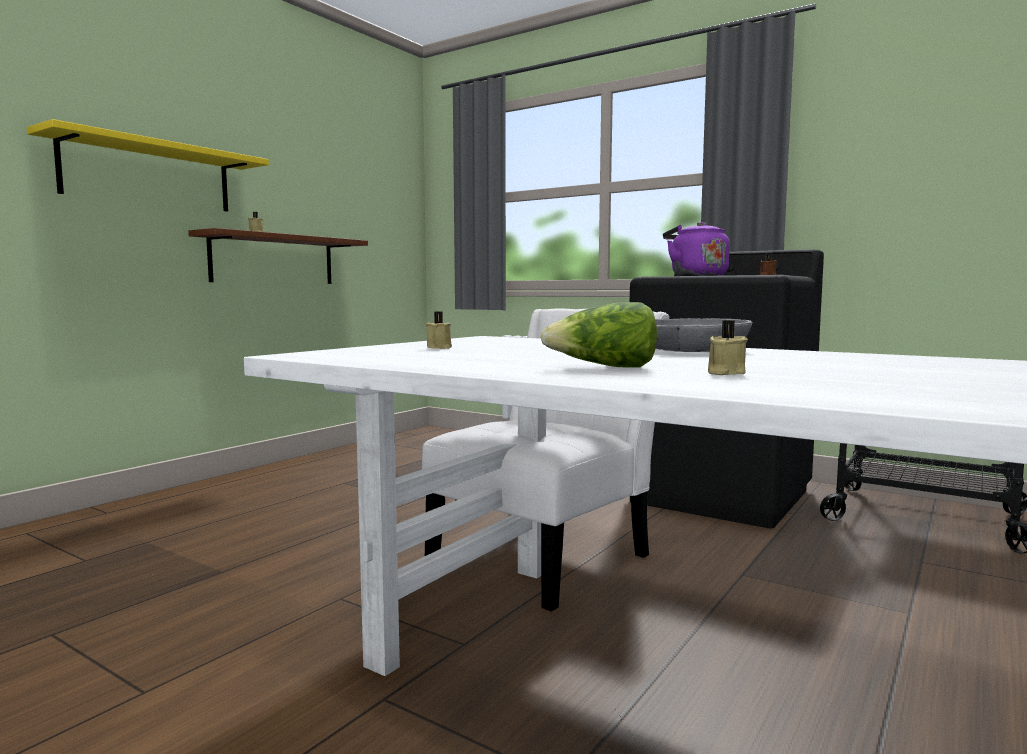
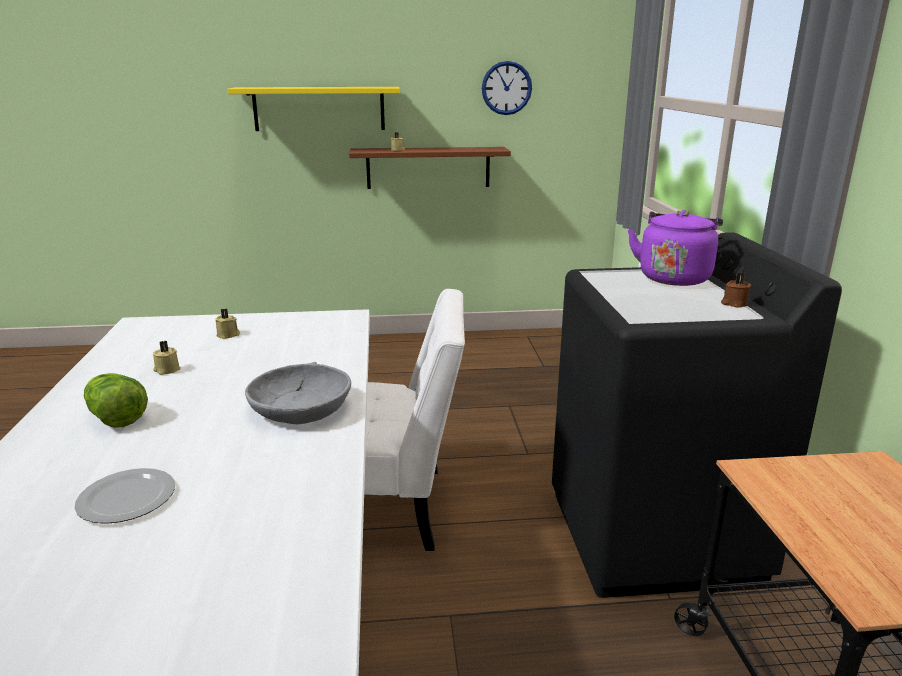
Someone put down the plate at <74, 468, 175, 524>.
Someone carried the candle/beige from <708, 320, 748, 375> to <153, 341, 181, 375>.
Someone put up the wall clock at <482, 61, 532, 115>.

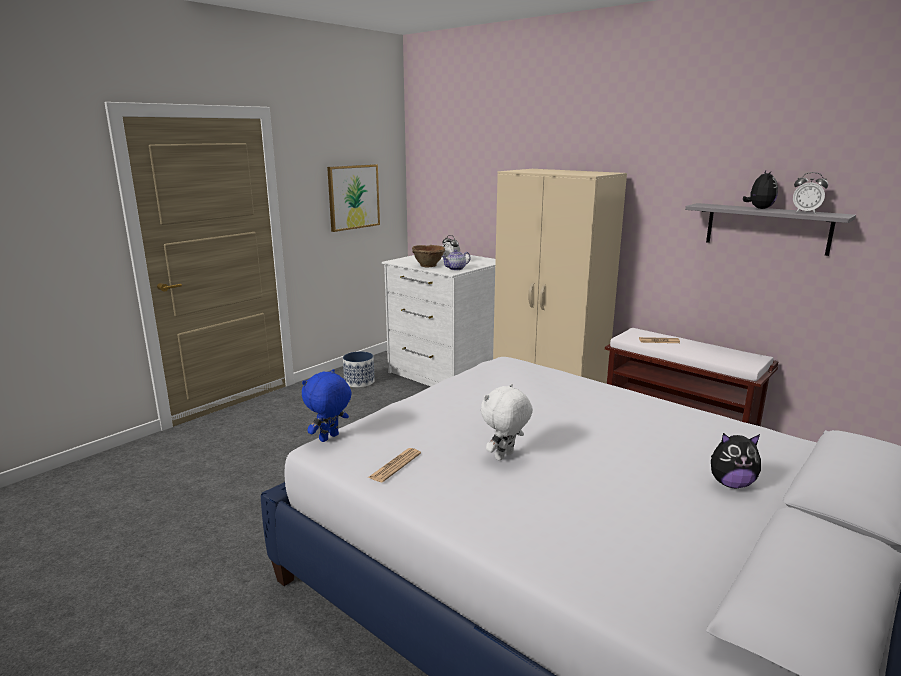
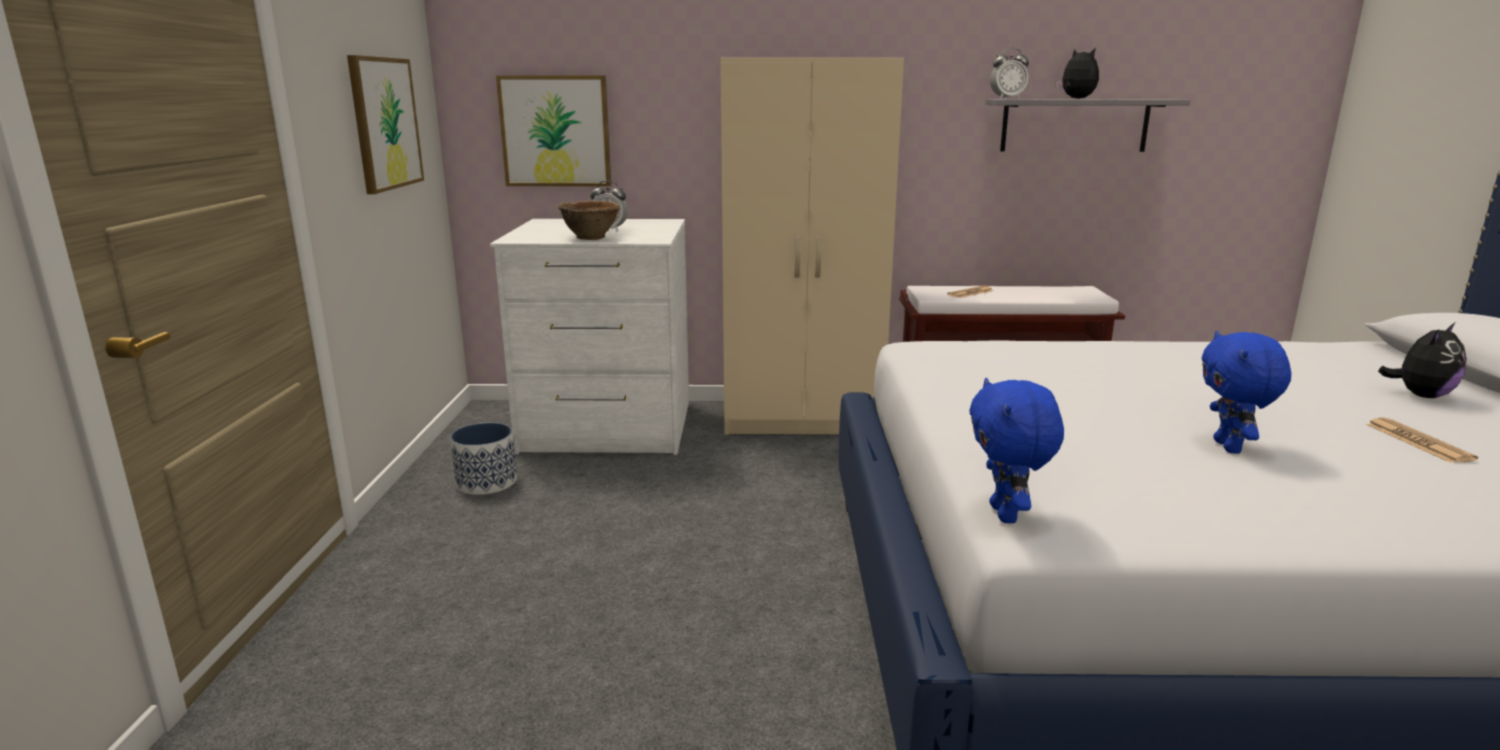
Someone put up the picture at <496, 76, 611, 186>.
Someone carried the alarm clock from <793, 172, 828, 214> to <990, 48, 1029, 99>.
Someone repainted the plush toy/white at <481, 384, 533, 461>, which became the plush toy/blue at <1201, 331, 1291, 454>.
Someone carried the newspaper from <368, 448, 421, 482> to <1366, 417, 1478, 463>.
Someone took away the teapot at <441, 249, 471, 270>.

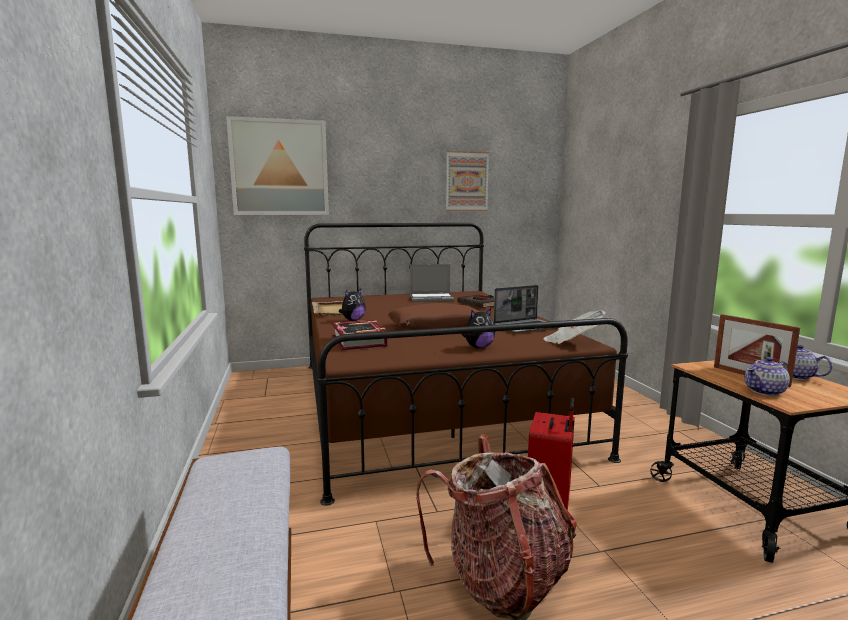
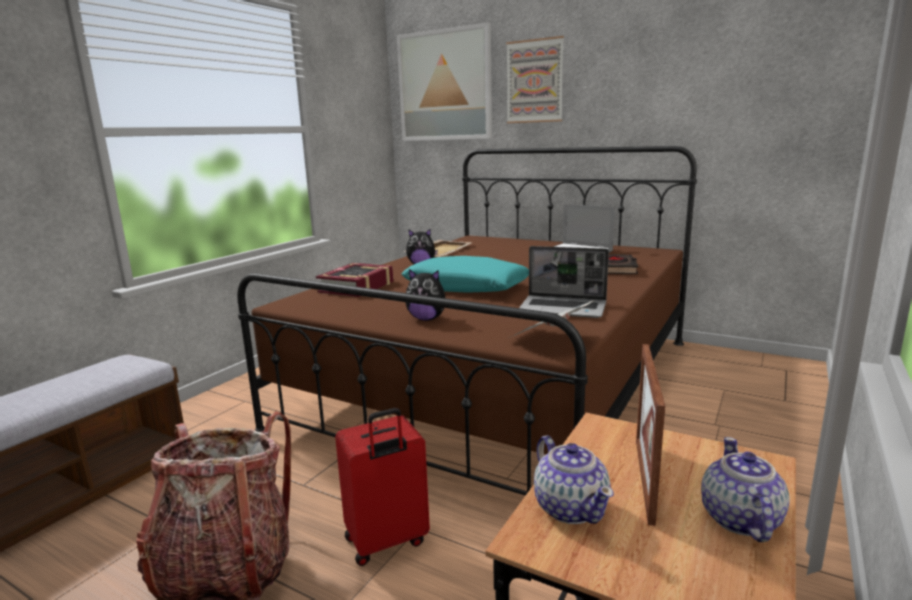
Someone repainted the pillow/brown at <388, 303, 480, 330>, which became the pillow/turquoise at <401, 256, 529, 293>.
Someone carried the picture from <446, 151, 489, 211> to <506, 36, 564, 123>.
Someone rotated the teapot at <745, 357, 790, 396> by 135 degrees counterclockwise.

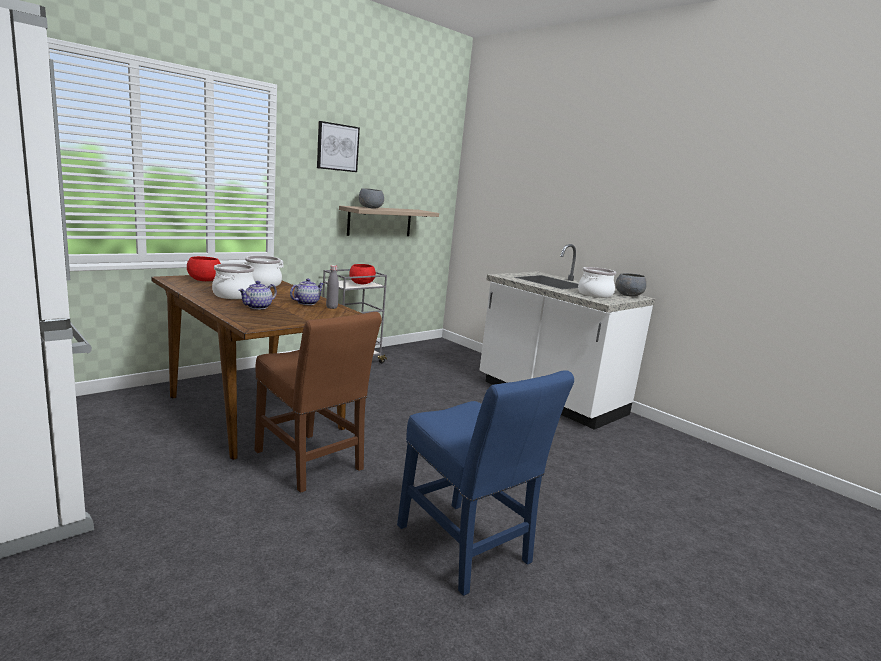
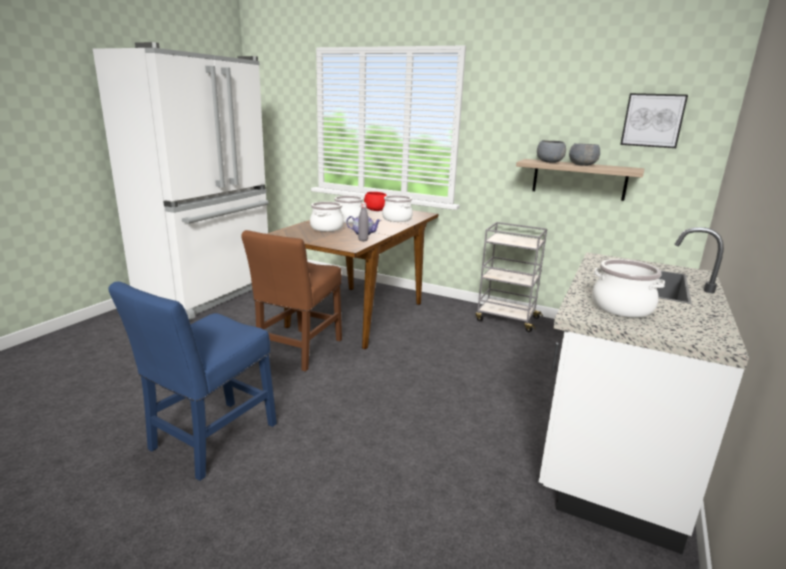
Someone swapped the teapot at <238, 281, 277, 309> for the cooking pot at <310, 202, 344, 231>.
Someone carried the bowl/grey from <615, 273, 647, 296> to <569, 143, 600, 166>.
Someone carried the picture from <317, 121, 360, 172> to <620, 93, 688, 148>.
Someone took away the bowl/red at <349, 264, 376, 284>.

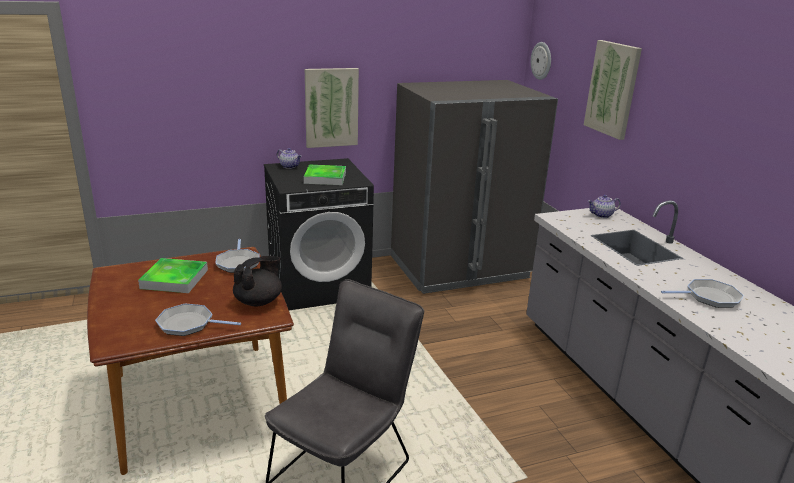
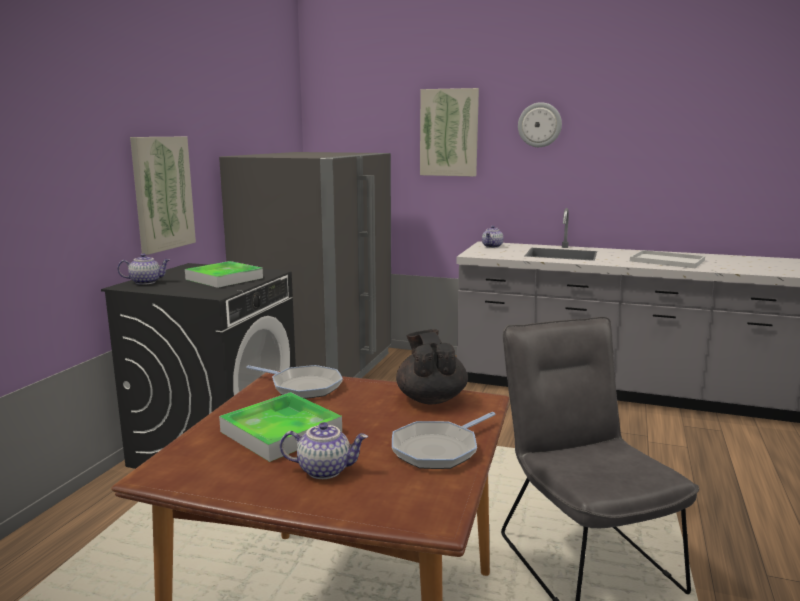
Someone put down the teapot at <280, 422, 368, 479>.
Someone carried the wall clock from <531, 42, 551, 80> to <518, 102, 562, 147>.
Someone swapped the frying pan at <661, 279, 744, 308> for the tray/white at <630, 250, 705, 268>.

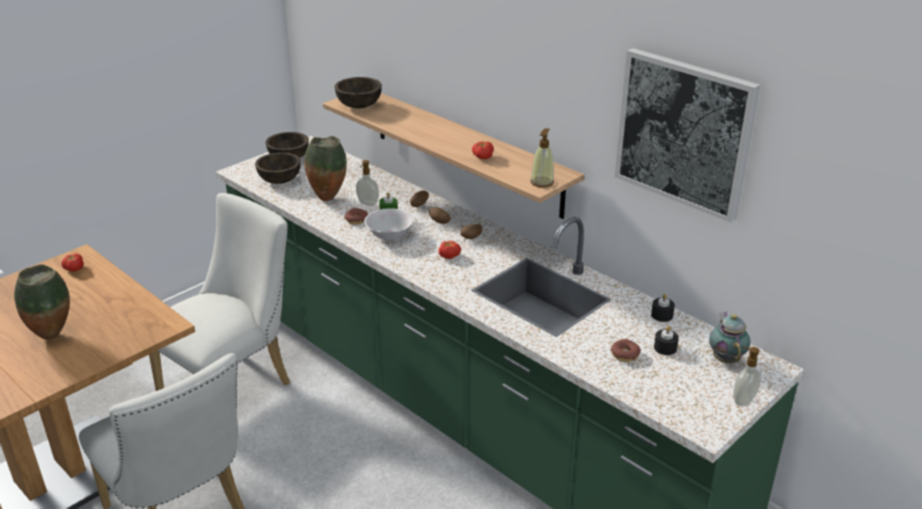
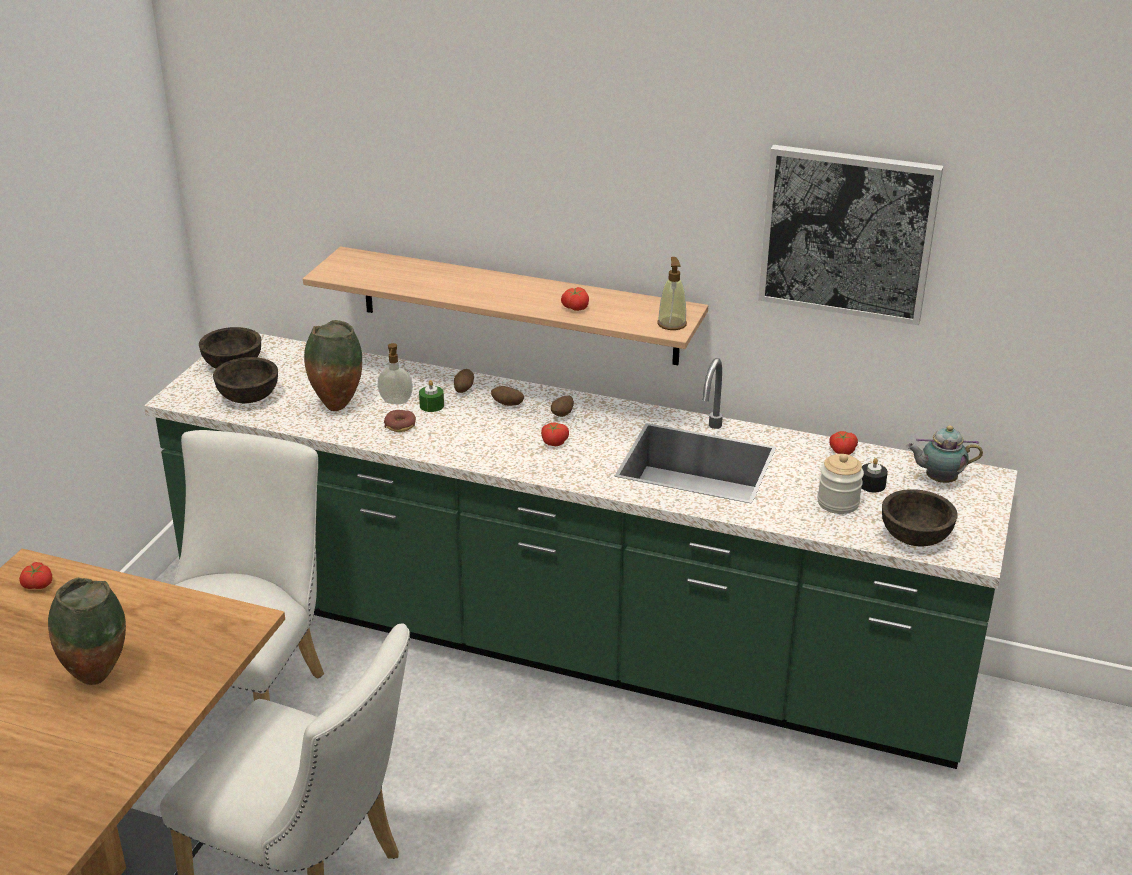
Someone swapped the donut at <610, 339, 641, 362> for the jar at <817, 454, 864, 514>.
Someone swapped the candle/black at <651, 294, 675, 322> for the tomato at <829, 431, 858, 455>.
Someone carried the bowl/brown from <334, 77, 382, 108> to <882, 489, 958, 546>.
Someone rotated the teapot at <709, 312, 750, 364> by 60 degrees counterclockwise.
Someone took away the bowl/white at <364, 208, 414, 241>.
Someone took away the soap dispenser at <733, 346, 761, 406>.

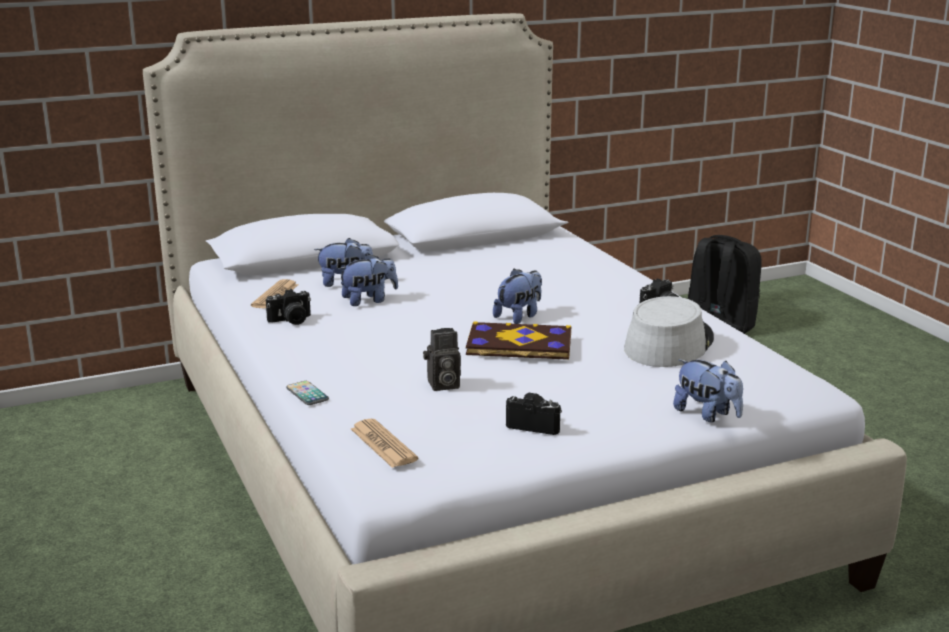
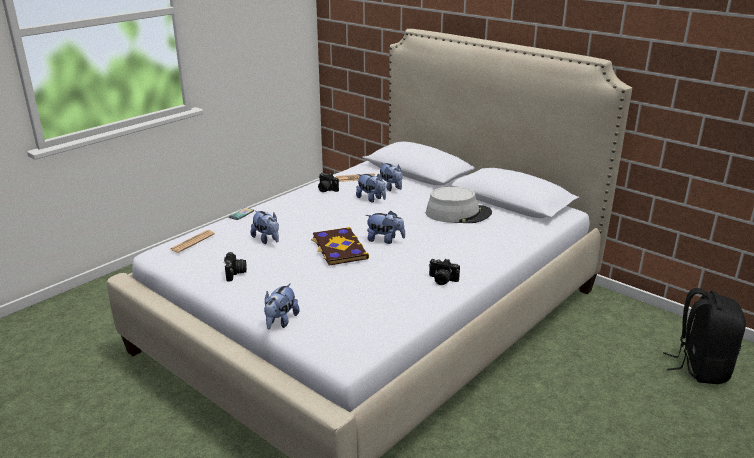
Someone swapped the photo camera at <423, 328, 461, 391> for the plush toy at <251, 210, 279, 244>.
Someone carried the hat/grey from <624, 296, 714, 367> to <426, 187, 492, 223>.

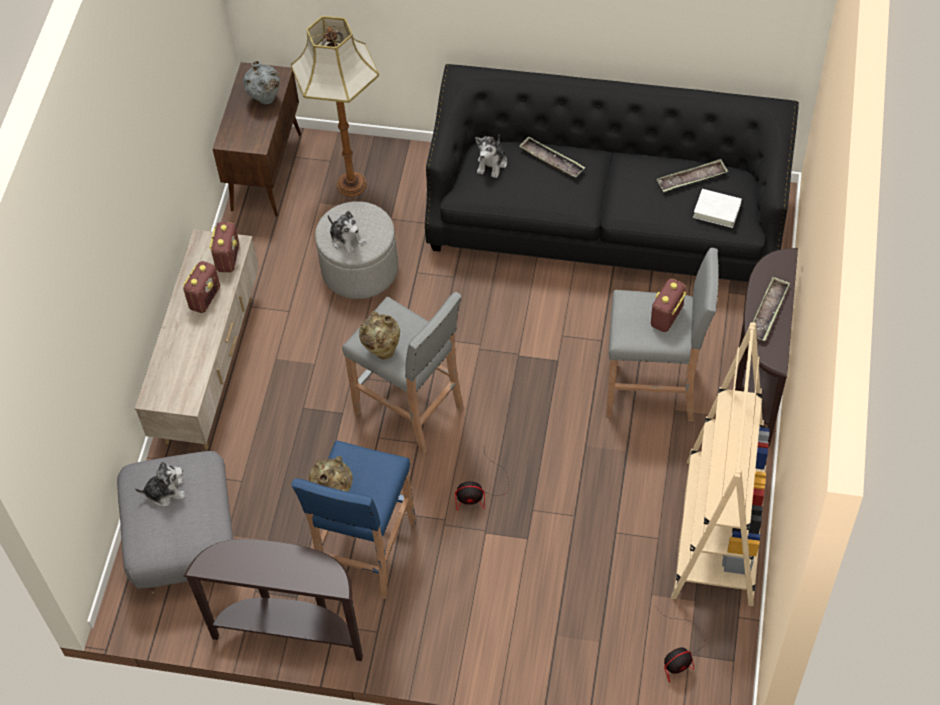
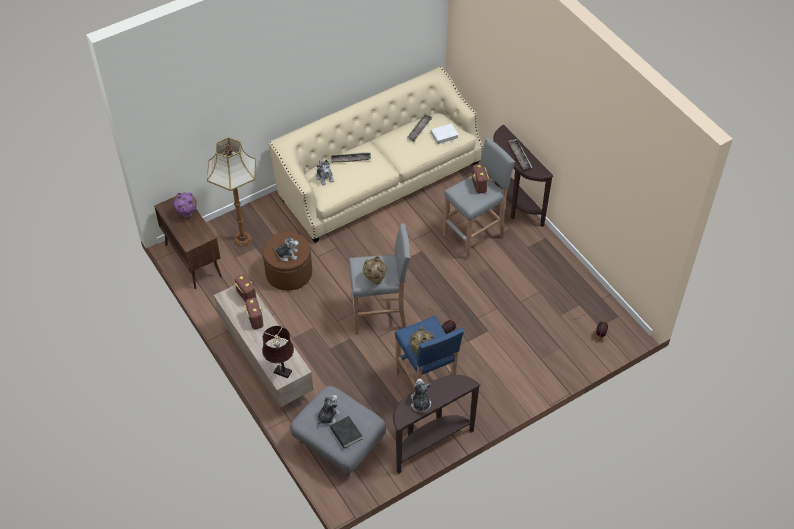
Someone repainted the vase/grey at <243, 61, 280, 104>, which became the vase/purple at <174, 192, 197, 217>.
Someone put down the table lamp/brown at <262, 326, 294, 378>.
Someone repainted the ottoman/grey at <315, 201, 398, 299>, which became the ottoman/brown at <263, 232, 312, 291>.
Someone repainted the sofa/black at <425, 64, 799, 282>, which became the sofa/beige at <269, 67, 483, 243>.
Someone put down the book/black at <330, 416, 362, 448>.
Someone put down the plush toy at <411, 378, 431, 413>.
Someone took away the bookcase/beige at <671, 322, 770, 606>.

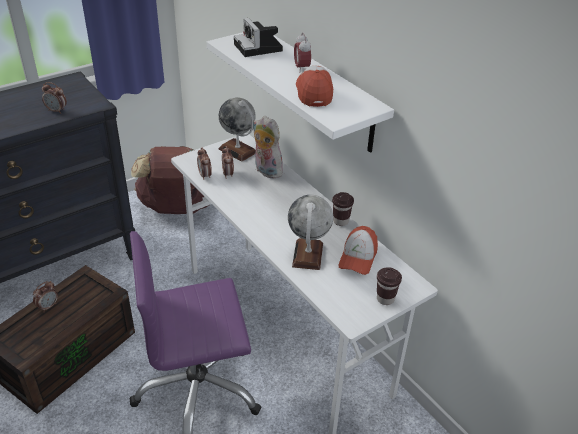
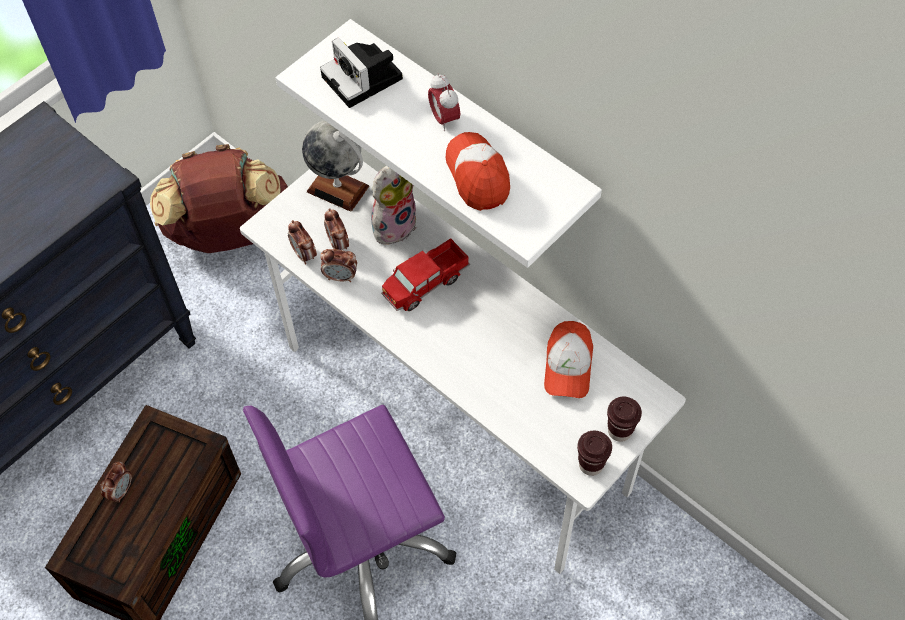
Someone carried the alarm clock from <42, 82, 67, 114> to <320, 249, 357, 282>.
Someone rotated the plush toy at <252, 116, 283, 179> by 105 degrees clockwise.
Someone put down the toy truck at <381, 238, 470, 311>.
Someone carried the cup/brown from <332, 192, 354, 226> to <577, 431, 612, 476>.
Someone took away the globe at <288, 195, 333, 270>.

